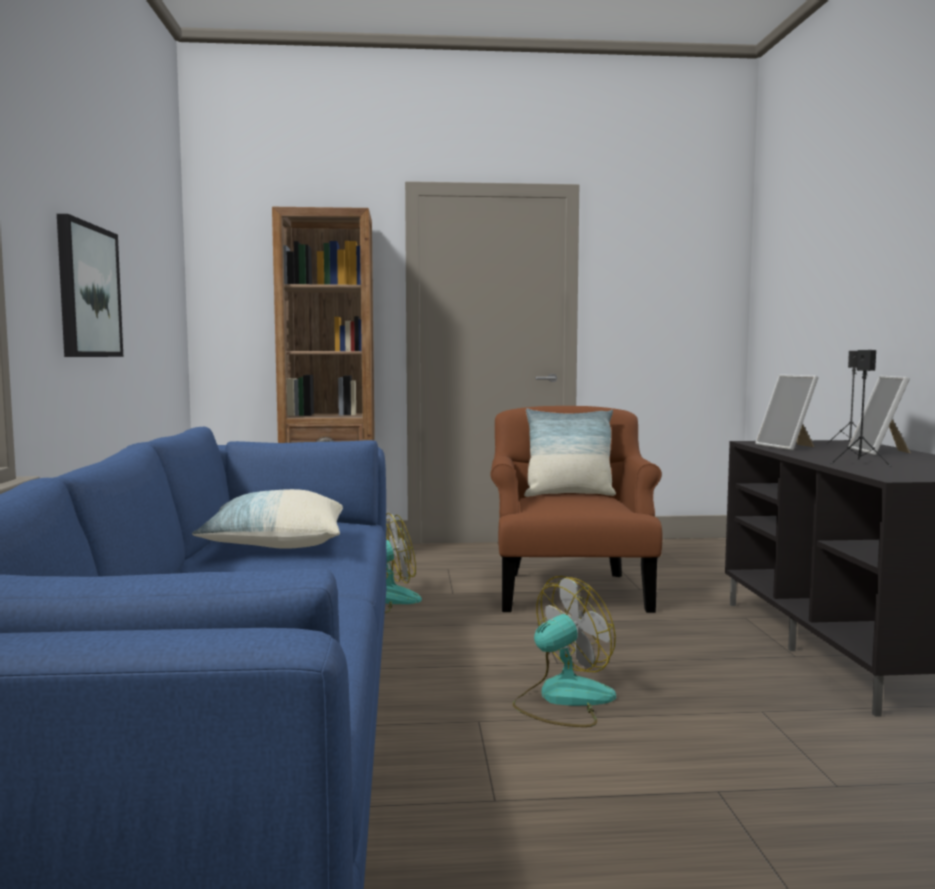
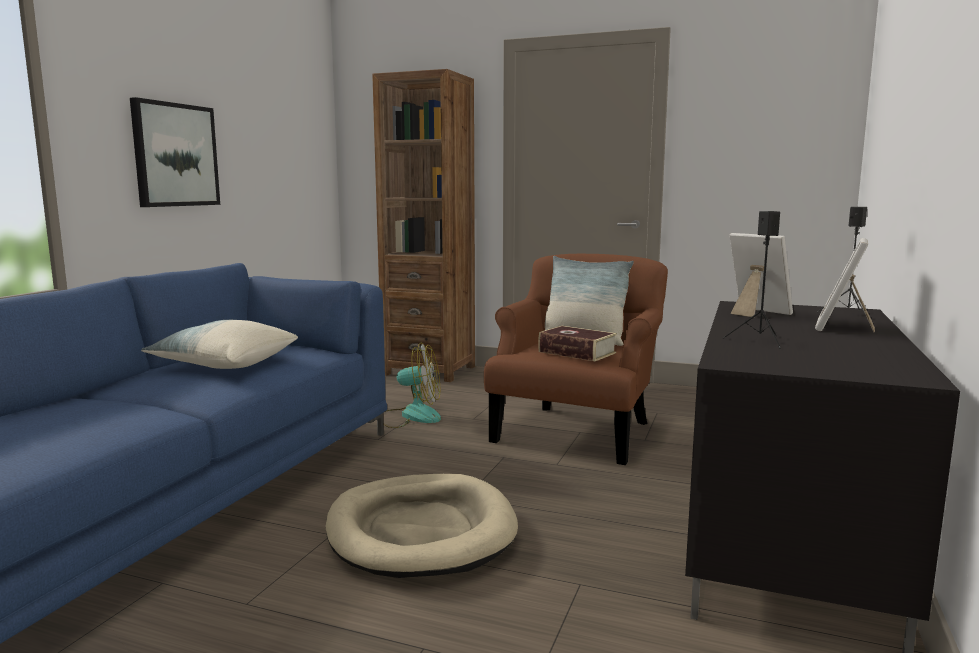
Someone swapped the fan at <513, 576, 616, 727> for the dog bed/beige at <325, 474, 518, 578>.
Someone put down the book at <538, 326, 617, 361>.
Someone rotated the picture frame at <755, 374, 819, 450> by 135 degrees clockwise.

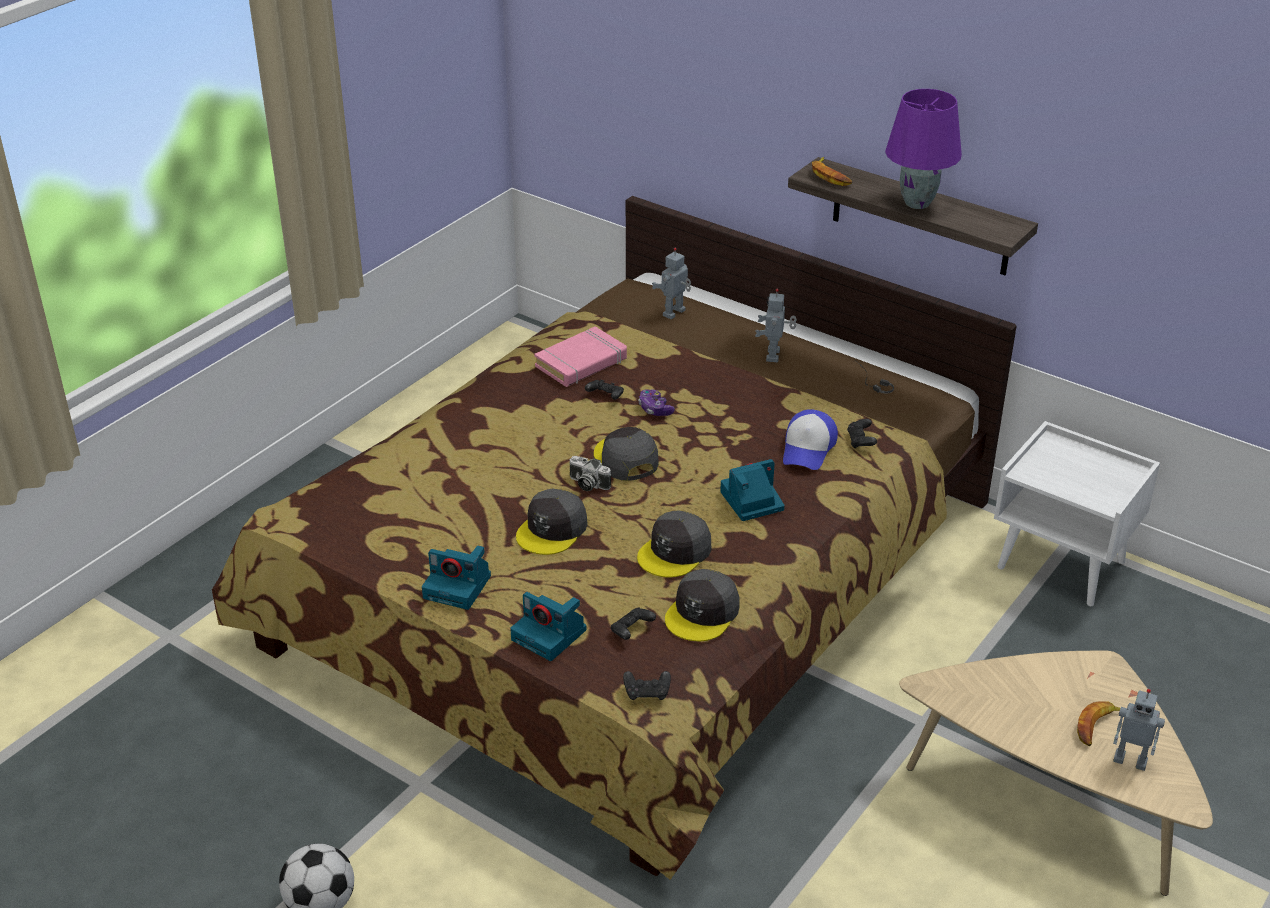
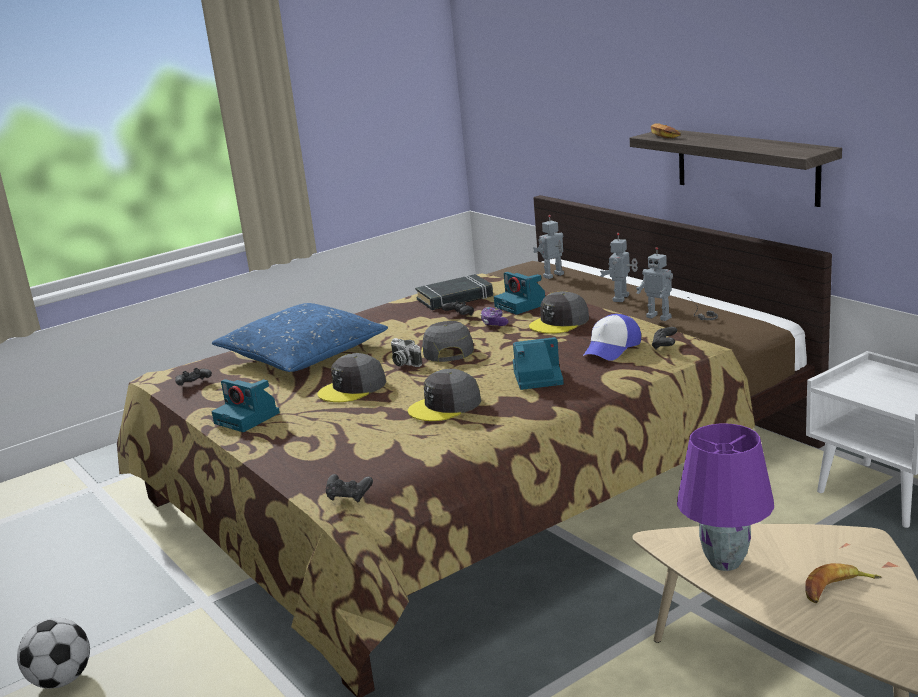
Someone carried the game controller/black from <611, 608, 656, 640> to <175, 368, 212, 386>.
Someone put down the pillow/blue at <212, 303, 388, 372>.
Someone repainted the book/pink at <534, 326, 627, 387>, which became the book/black at <415, 274, 493, 310>.
Someone carried the photo camera from <510, 592, 586, 661> to <494, 272, 545, 315>.
Someone carried the cap/grey from <665, 569, 740, 641> to <529, 291, 589, 334>.
Someone carried the toy robot from <1113, 689, 1165, 771> to <636, 247, 673, 321>.
Someone carried the table lamp/purple from <885, 89, 962, 209> to <677, 424, 774, 571>.

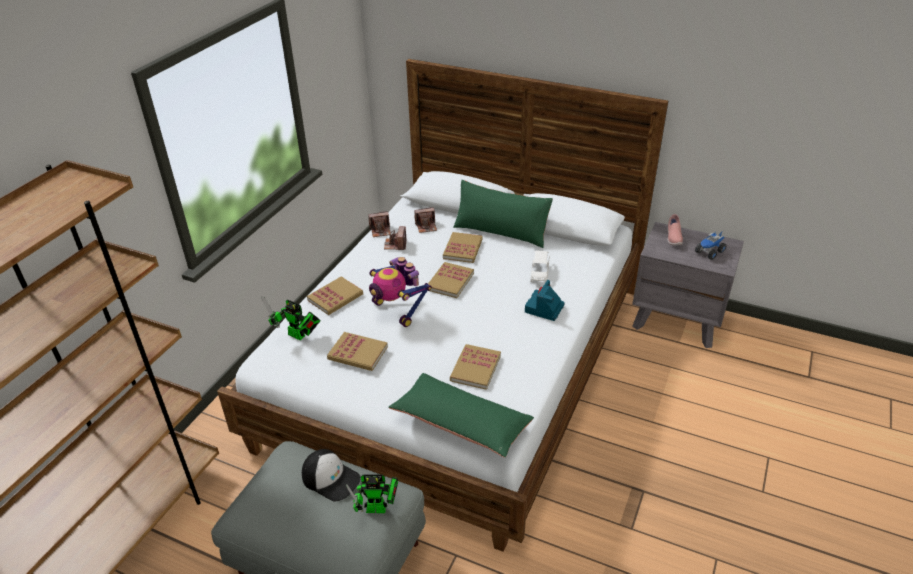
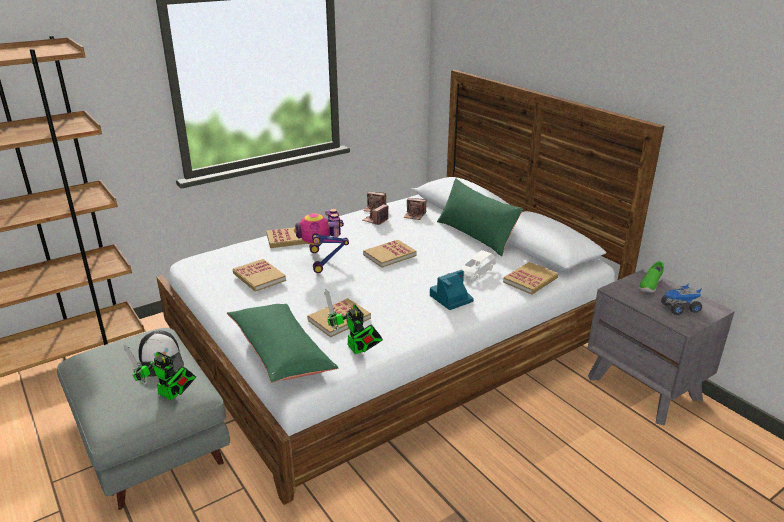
Someone carried the toy robot from <262, 296, 321, 340> to <325, 290, 383, 354>.
Someone carried the book from <443, 232, 483, 263> to <503, 262, 558, 295>.
Someone repainted the shoe/pink at <667, 214, 683, 245>, which became the shoe/green at <639, 261, 664, 293>.

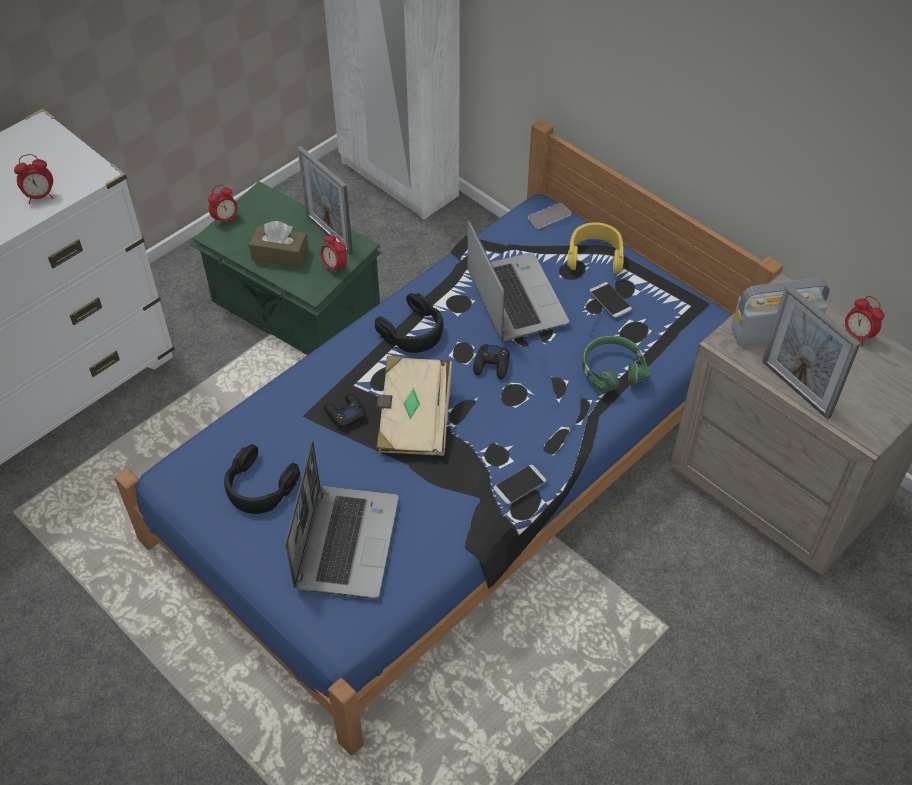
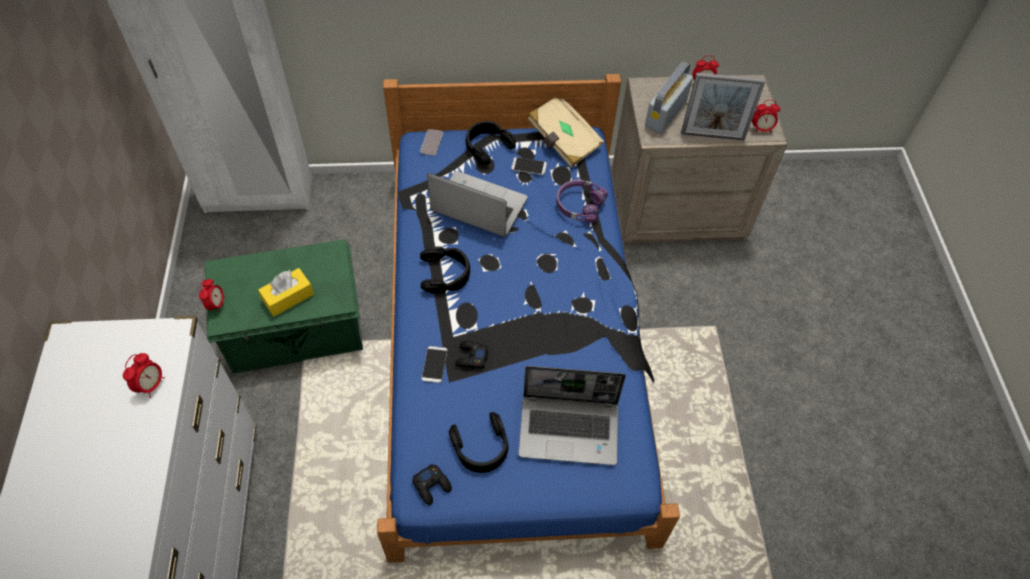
Someone repainted the tissue box/brown at <249, 221, 309, 268>, which became the tissue box/yellow at <258, 268, 314, 317>.
Someone carried the game controller/black from <473, 344, 510, 379> to <412, 464, 452, 505>.
Someone carried the phone from <493, 465, 546, 504> to <422, 346, 447, 383>.
Someone repainted the headphones/yellow at <567, 222, 624, 274>, which became the headphones/black at <466, 121, 516, 165>.
Someone rotated the laptop at <285, 441, 399, 599> by 135 degrees clockwise.
Someone carried the book/beige from <376, 356, 452, 456> to <528, 98, 604, 168>.
Someone repainted the headphones/green at <582, 335, 650, 393>, which became the headphones/purple at <556, 180, 608, 222>.
Someone carried the alarm clock from <321, 232, 347, 276> to <752, 100, 780, 133>.
Someone took away the picture frame at <297, 146, 353, 255>.

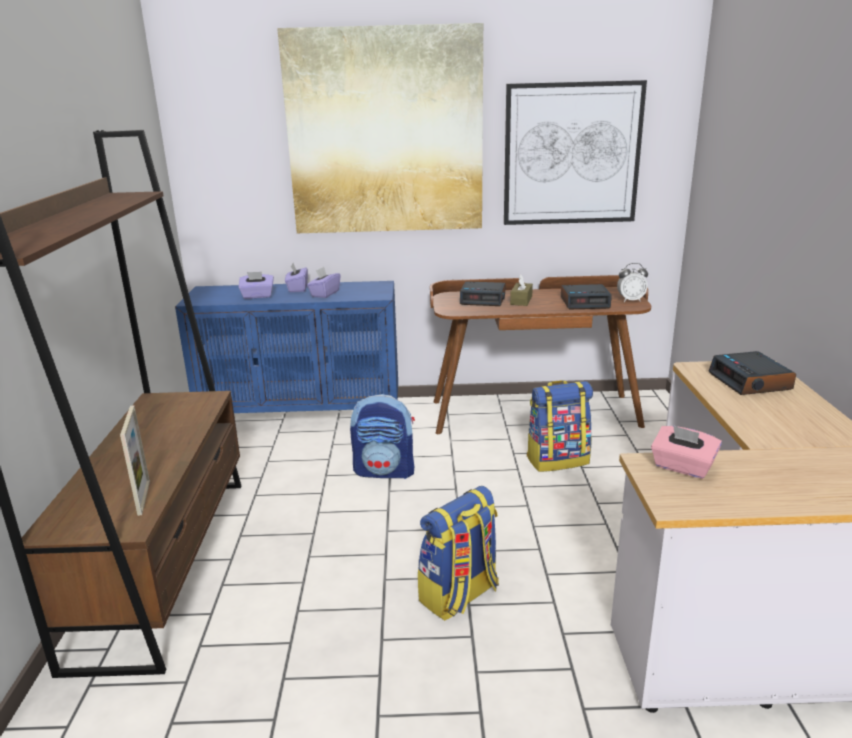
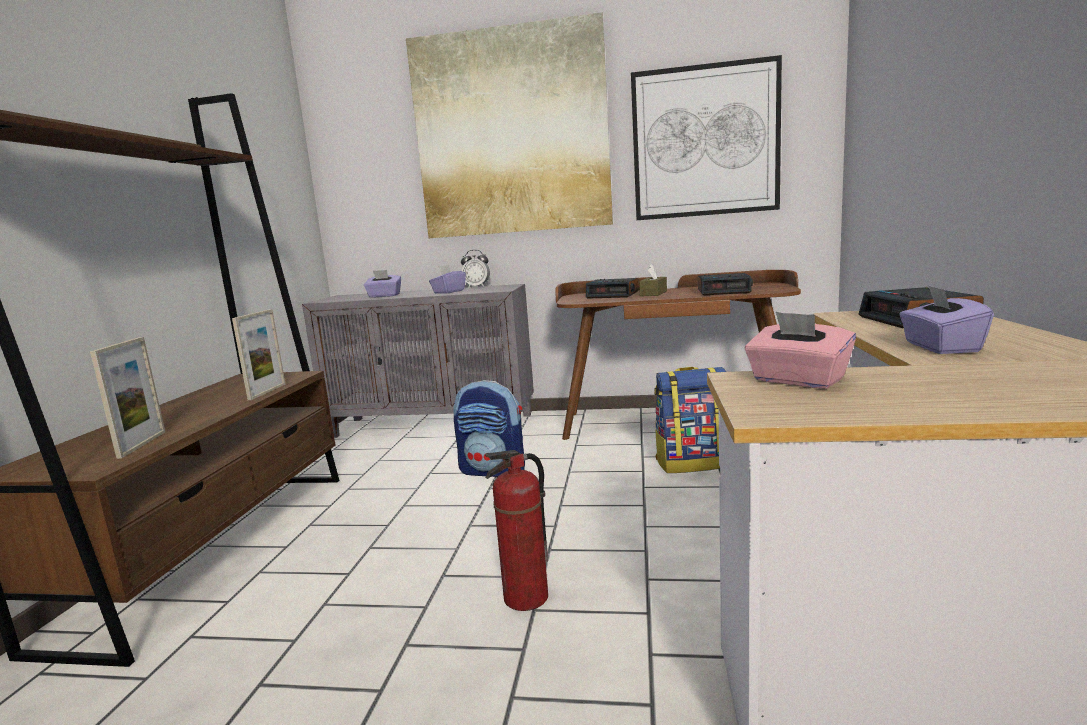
Someone put down the picture frame at <232, 309, 285, 400>.
Someone repainted the cabinet/blue at <175, 281, 398, 413>, which became the cabinet/grey at <302, 284, 534, 438>.
Someone carried the alarm clock from <617, 263, 648, 302> to <461, 250, 490, 288>.
Someone swapped the backpack at <418, 486, 499, 621> for the fire extinguisher at <485, 450, 548, 611>.
Someone carried the tissue box/purple from <285, 263, 308, 292> to <899, 285, 994, 354>.

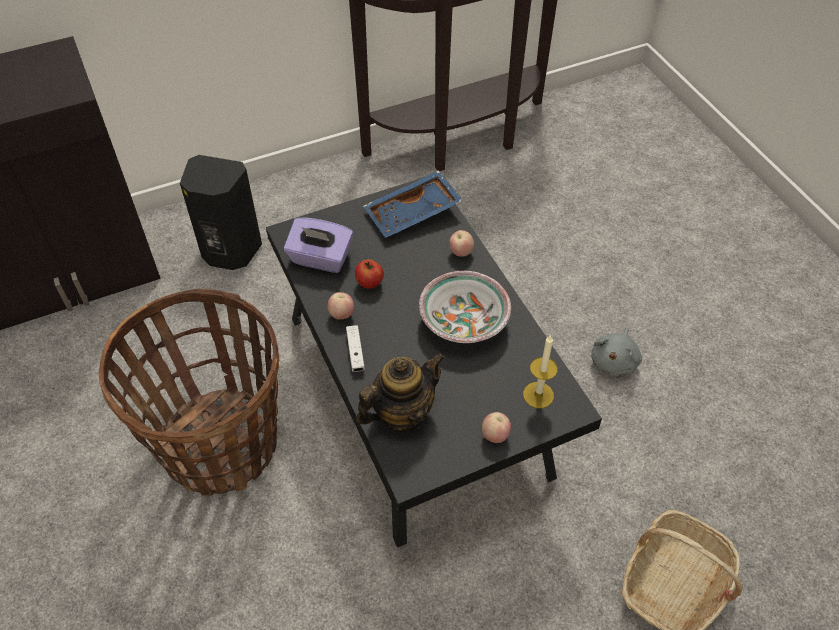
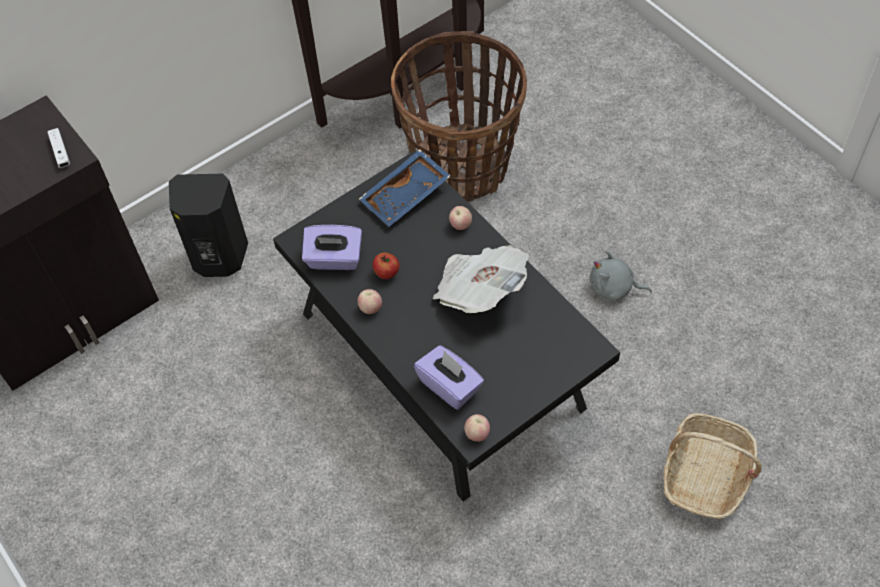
Someone carried the game controller/white from <346, 325, 365, 372> to <47, 128, 70, 168>.
Someone carried the basket from <98, 289, 279, 495> to <391, 31, 527, 202>.
Someone swapped the teapot at <356, 353, 445, 432> for the tissue box/purple at <414, 345, 484, 410>.
Someone swapped the bowl at <419, 271, 511, 343> for the newspaper at <433, 245, 529, 313>.
Someone carried the apple from <482, 412, 511, 443> to <464, 414, 490, 442>.
Someone rotated the plush toy/grey at <591, 329, 642, 376> by 90 degrees clockwise.
Someone took away the candle at <523, 335, 558, 408>.

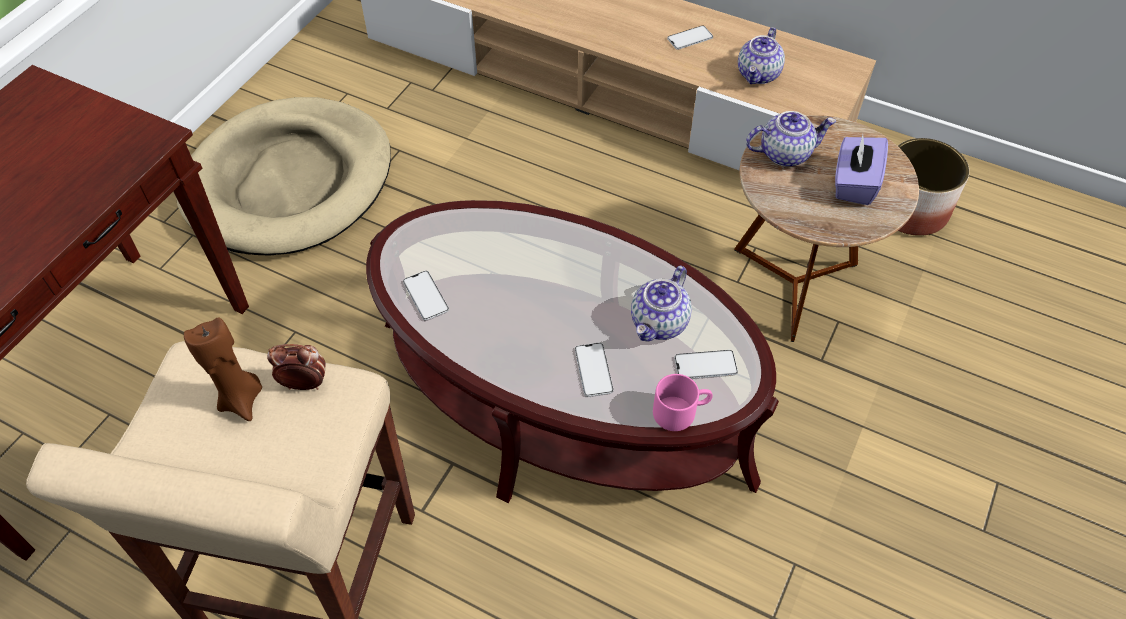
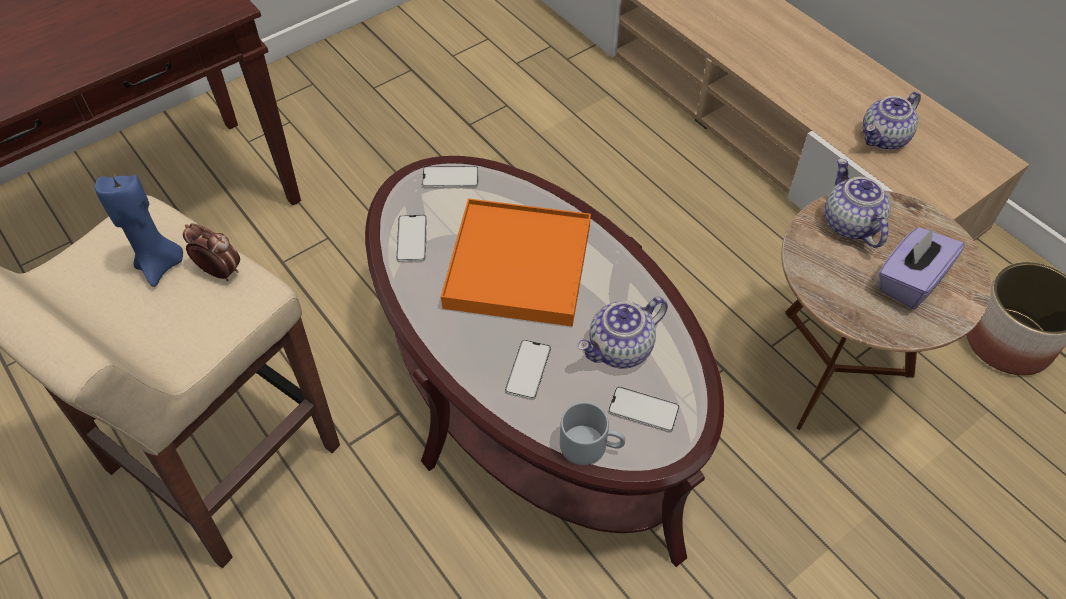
Someone repainted the candle/brown at <184, 317, 262, 421>, which became the candle/blue at <95, 175, 183, 287>.
Someone carried the phone from <667, 25, 713, 50> to <422, 166, 479, 188>.
Someone put down the tray/orange at <441, 198, 591, 326>.
Someone repainted the mug/pink at <653, 374, 713, 431>, which became the mug/grey at <560, 402, 625, 465>.
Someone rotated the teapot at <746, 111, 836, 167> by 120 degrees counterclockwise.
Someone took away the dog bed/beige at <176, 97, 391, 256>.

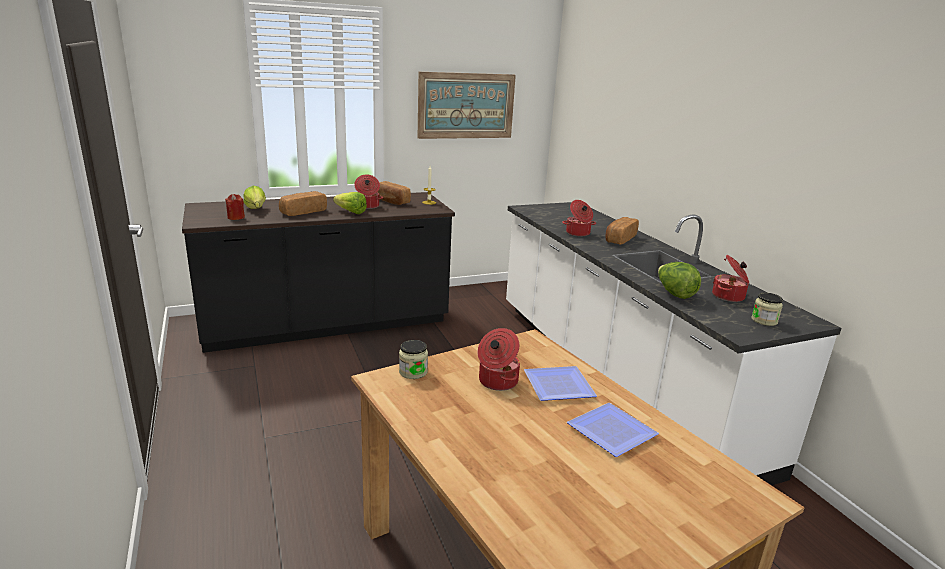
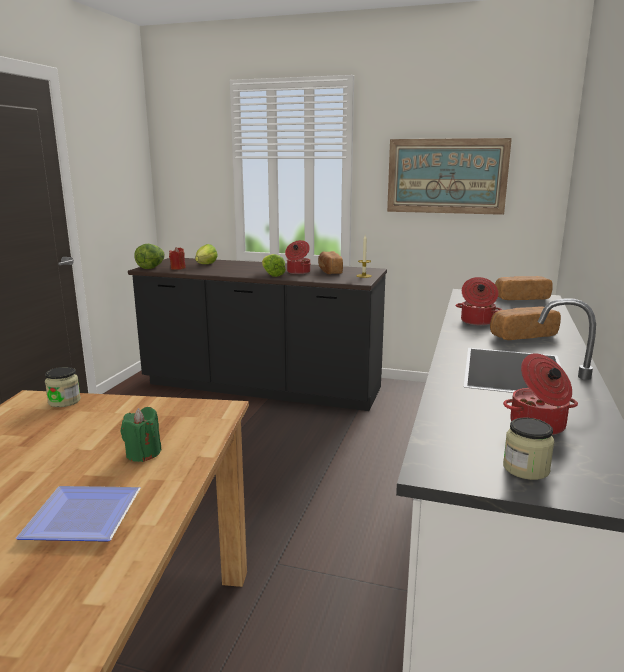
Someone swapped the plate at <524, 366, 597, 401> for the candle/green at <121, 407, 162, 462>.
Someone carried the lettuce from <658, 262, 701, 299> to <134, 244, 165, 269>.
Someone carried the bread from <279, 191, 327, 216> to <495, 276, 553, 300>.
Someone took away the cooking pot at <478, 328, 520, 391>.

